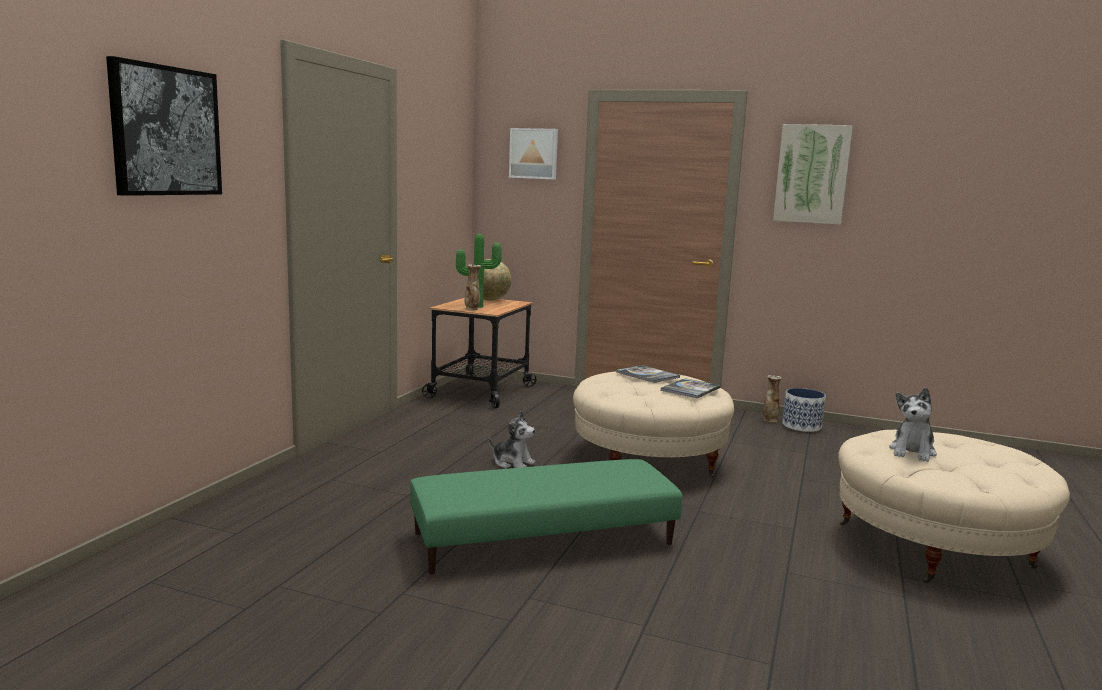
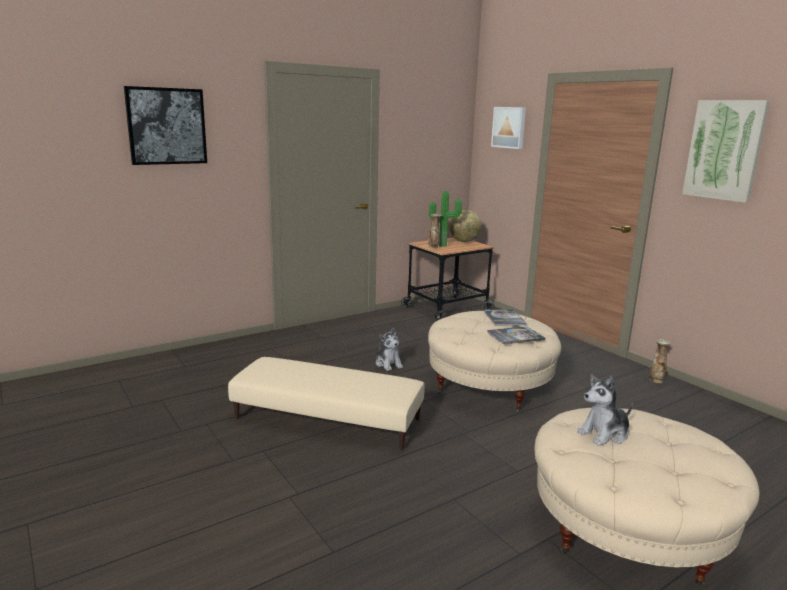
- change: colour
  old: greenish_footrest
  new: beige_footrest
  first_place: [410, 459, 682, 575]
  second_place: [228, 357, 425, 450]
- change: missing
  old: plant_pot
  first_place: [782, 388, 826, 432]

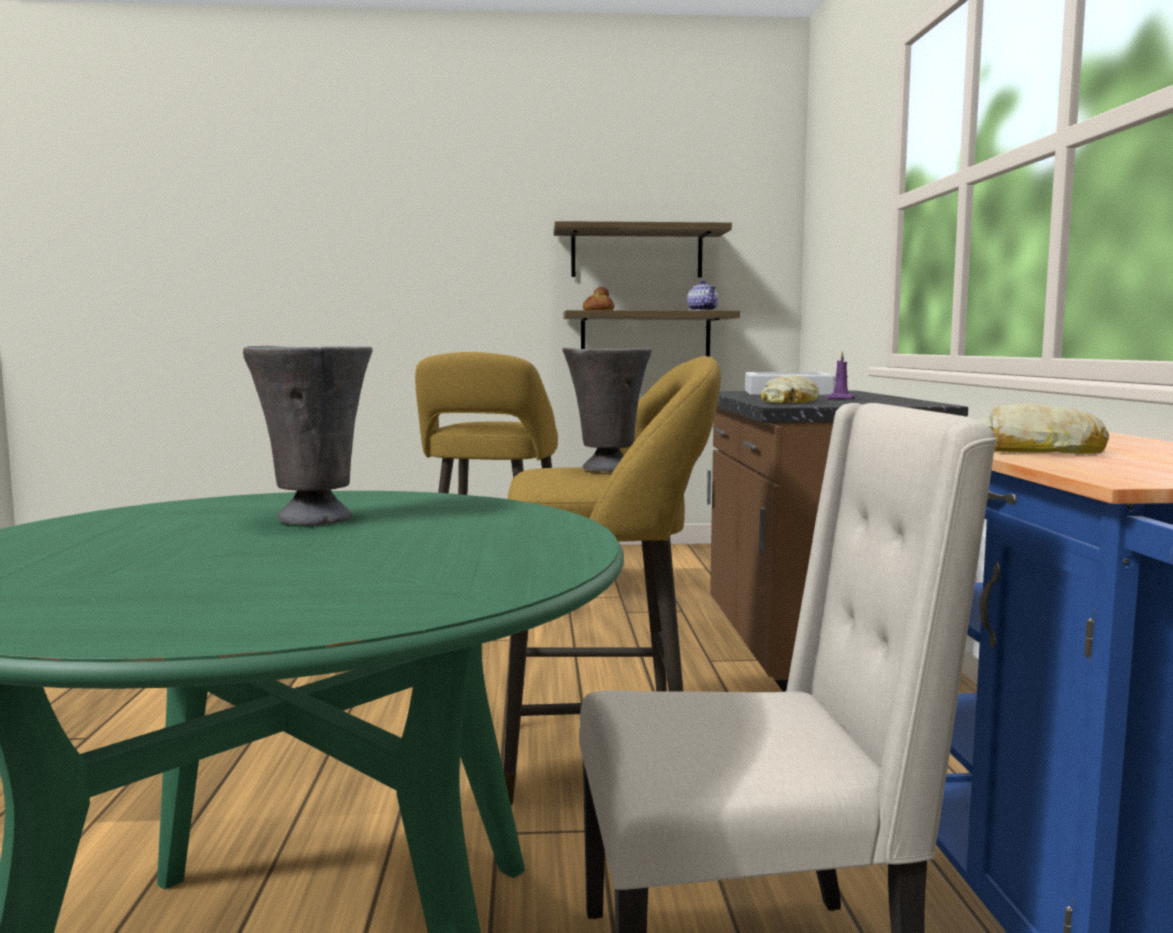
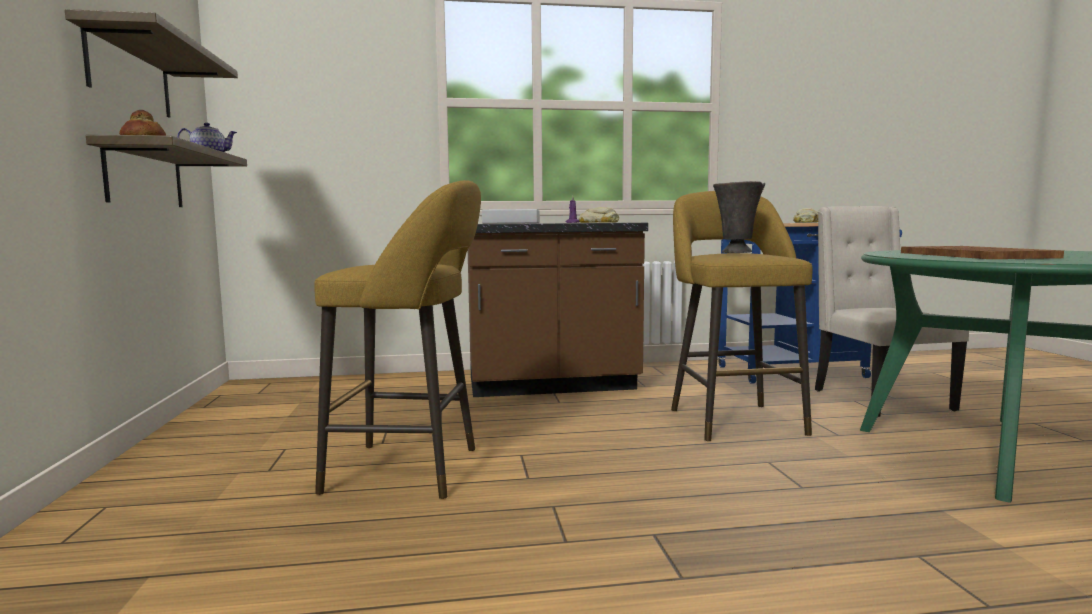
- change: exchanged
  old: gray_decorative_vase
  new: brown-coloured_serving_tray
  first_place: [243, 346, 373, 525]
  second_place: [901, 246, 1064, 259]

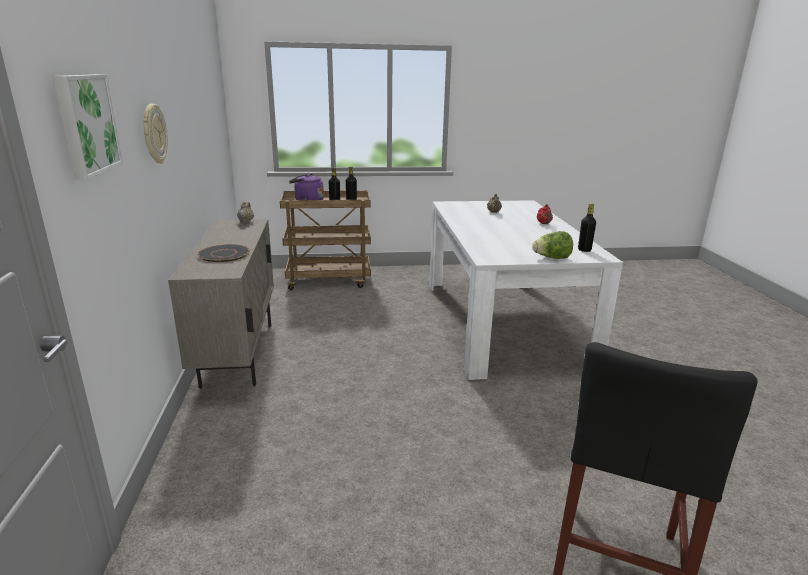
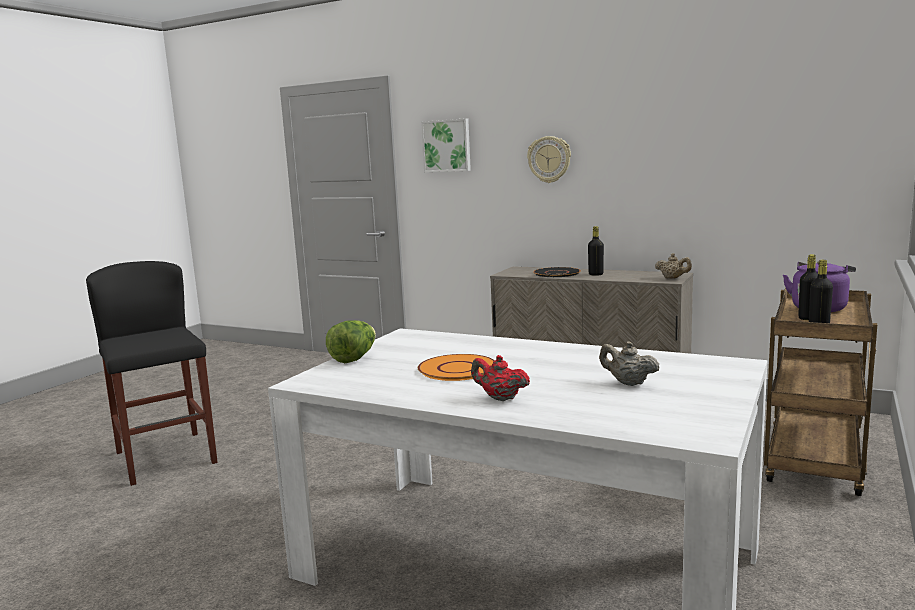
- change: relocated
  old: blackish_beverage_bottle
  first_place: [578, 203, 596, 252]
  second_place: [588, 226, 604, 276]
- change: appeared
  new: orange-coloured_plate
  second_place: [418, 354, 495, 381]

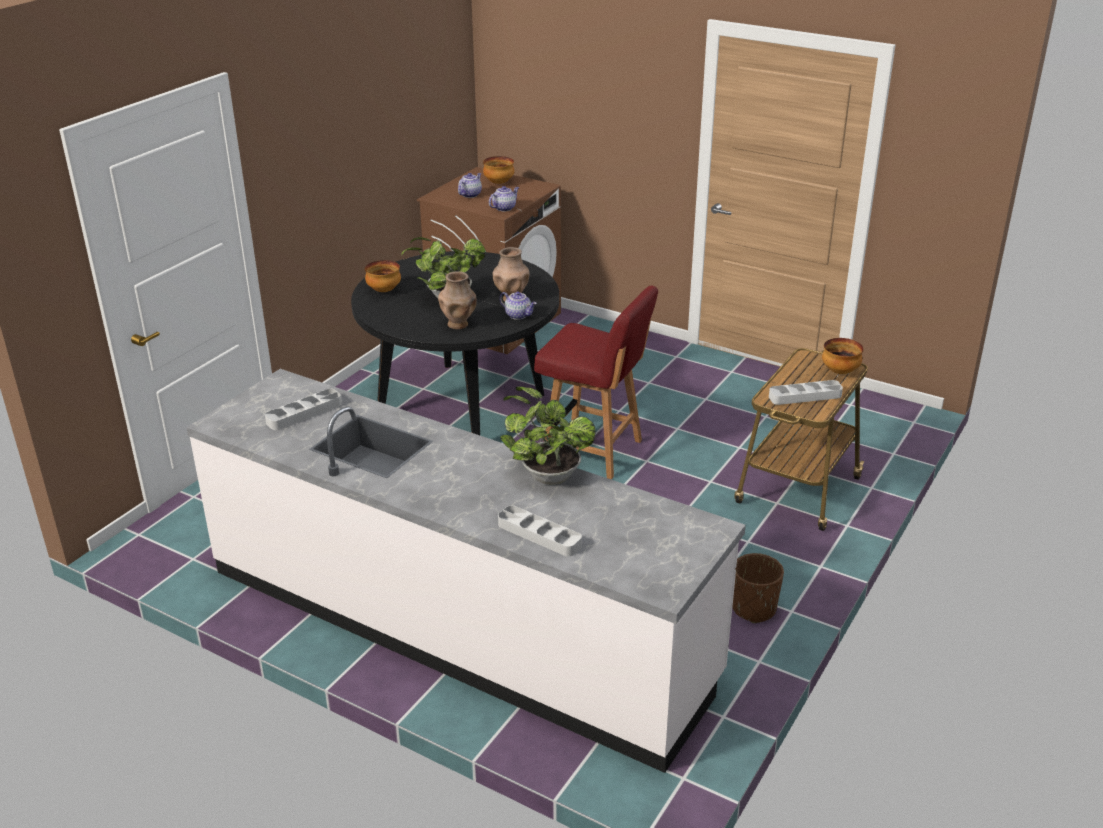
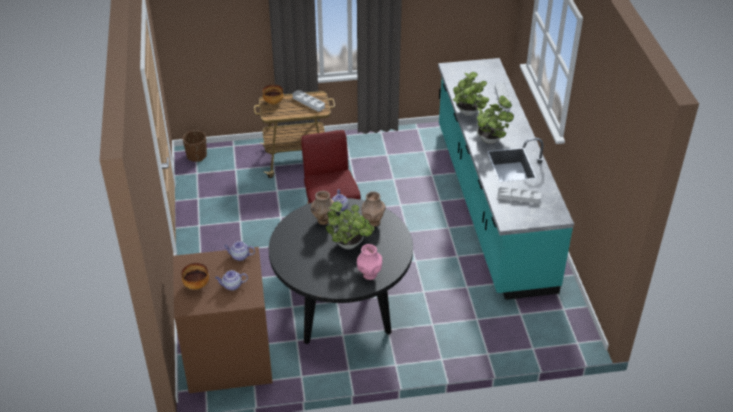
- change: colour
  old: whitish_kitchen_base_unit
  new: turquoise-coloured_kitchen_base_unit
  first_place: [186, 369, 746, 773]
  second_place: [438, 58, 574, 300]
- change: exchanged
  old: deep_dish
  new: pink-coloured_decorative_vase
  first_place: [365, 260, 401, 292]
  second_place: [357, 244, 382, 280]
- change: relocated
  old: brown-coloured_plant_pot
  first_place: [732, 553, 784, 623]
  second_place: [183, 130, 207, 162]
- change: appeared
  new: plant_in_a_pot
  second_place: [476, 96, 514, 144]

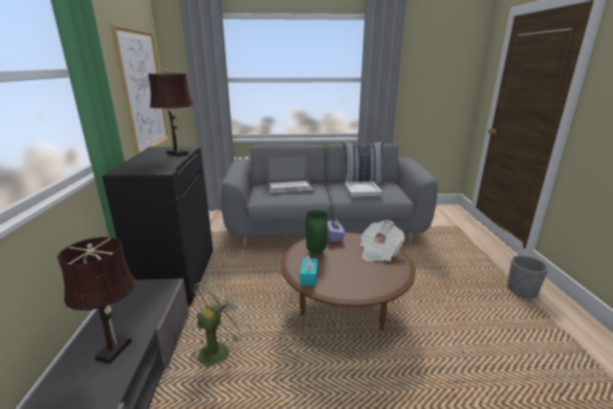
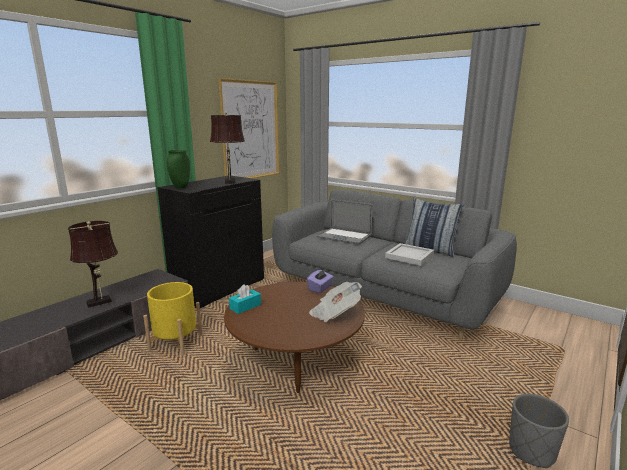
- change: exchanged
  old: greenish_fan
  new: yellow-coloured_plant_pot
  first_place: [190, 277, 250, 366]
  second_place: [143, 282, 202, 356]
- change: relocated
  old: greenish_decorative_vase
  first_place: [306, 210, 328, 254]
  second_place: [167, 150, 190, 188]

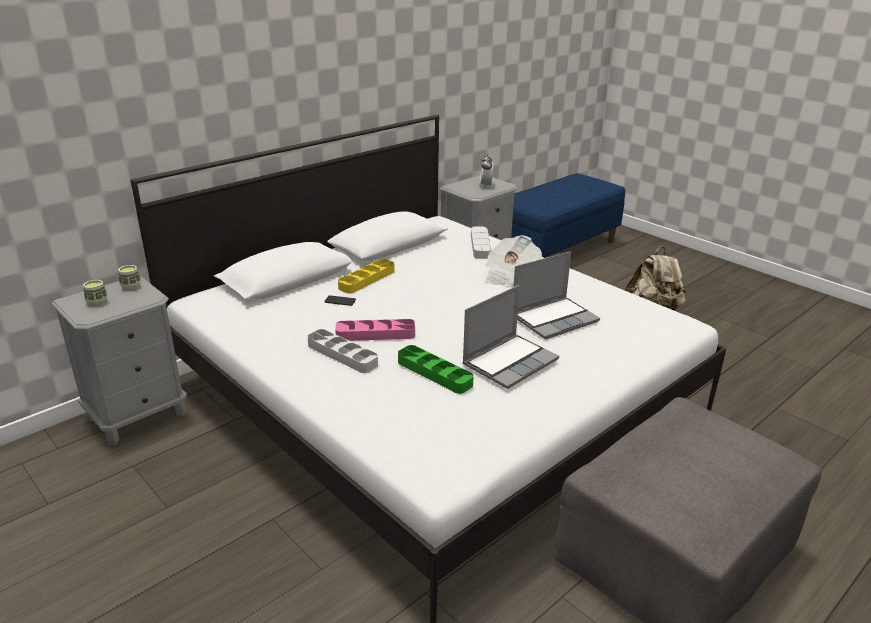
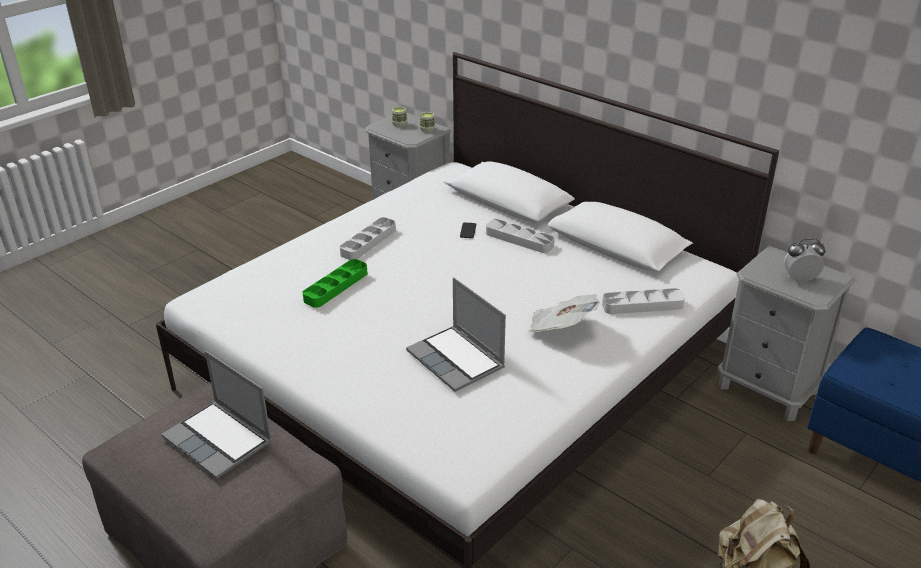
- change: missing
  old: pink-coloured_serving_tray
  first_place: [335, 319, 415, 341]
- change: colour
  old: yellow-coloured_serving_tray
  new: gray_serving_tray
  first_place: [338, 259, 395, 294]
  second_place: [486, 219, 555, 253]
- change: relocated
  old: laptop
  first_place: [462, 285, 559, 389]
  second_place: [161, 351, 272, 479]

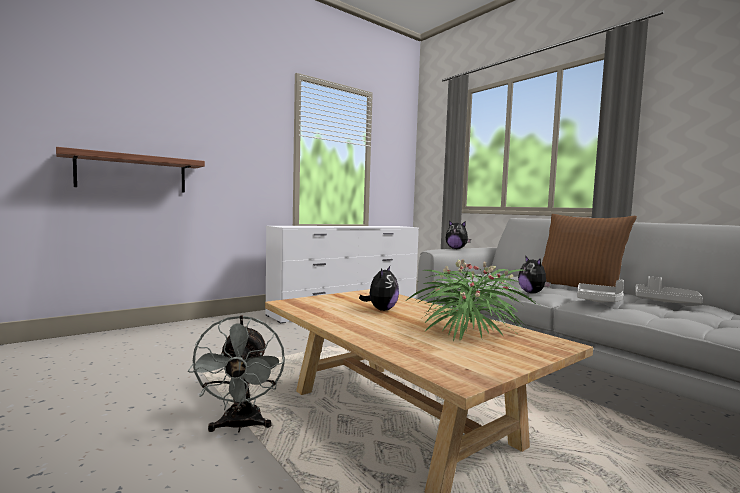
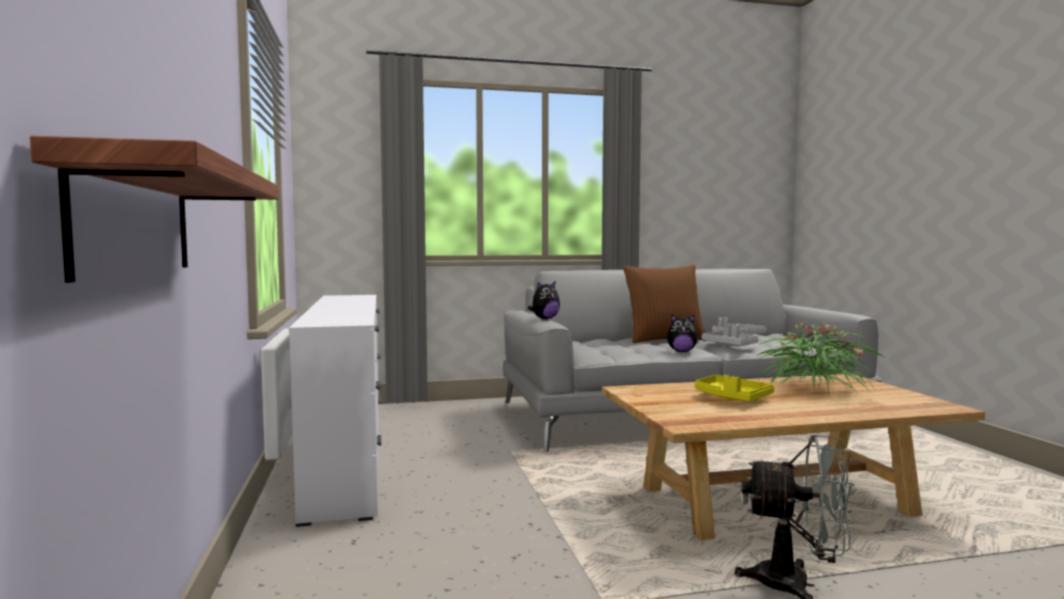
- change: exchanged
  old: plush_toy
  new: yellow-coloured_serving_tray
  first_place: [359, 266, 399, 311]
  second_place: [695, 375, 774, 401]

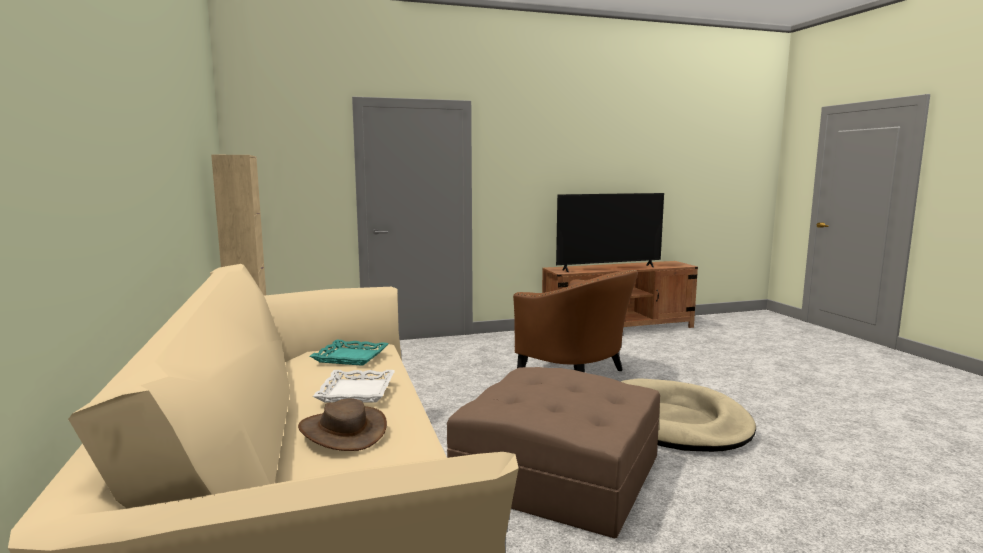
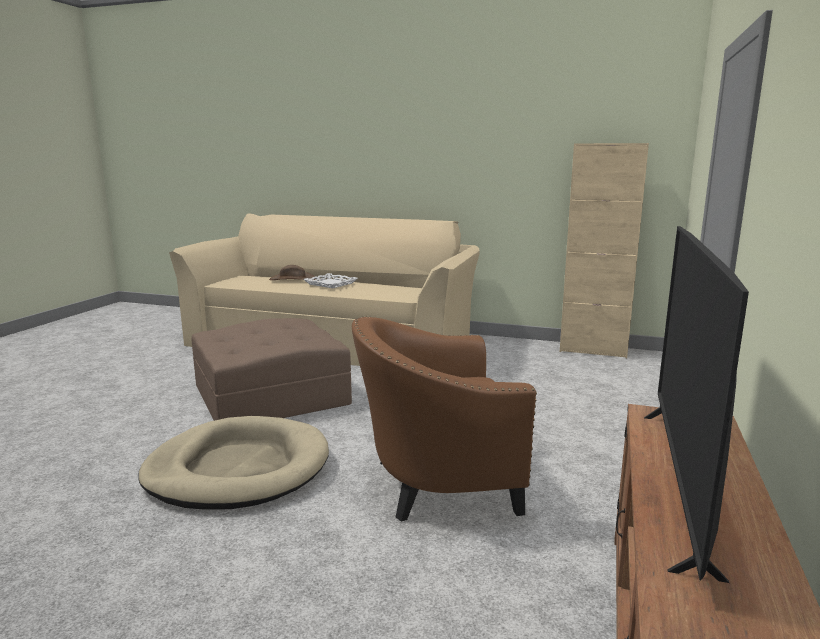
- change: missing
  old: turquoise-coloured_serving_tray
  first_place: [310, 339, 389, 366]

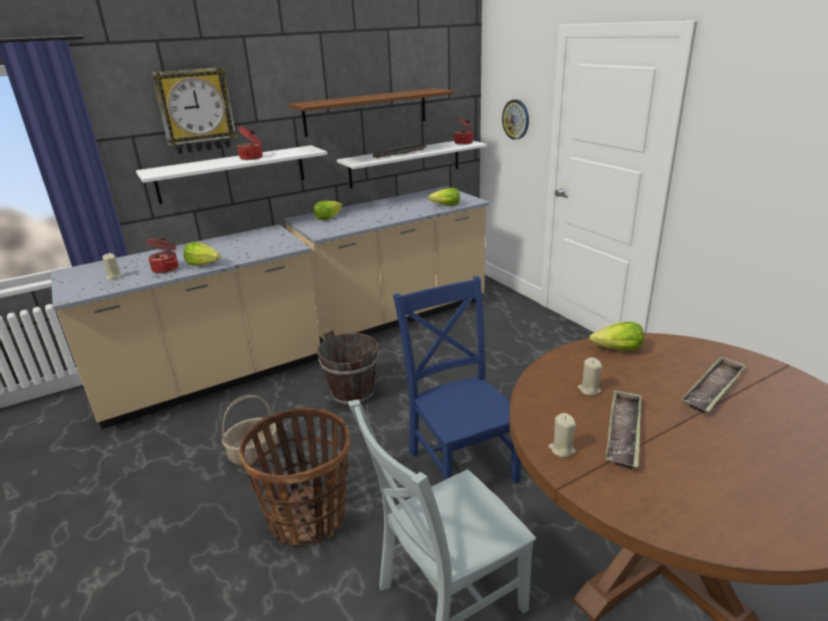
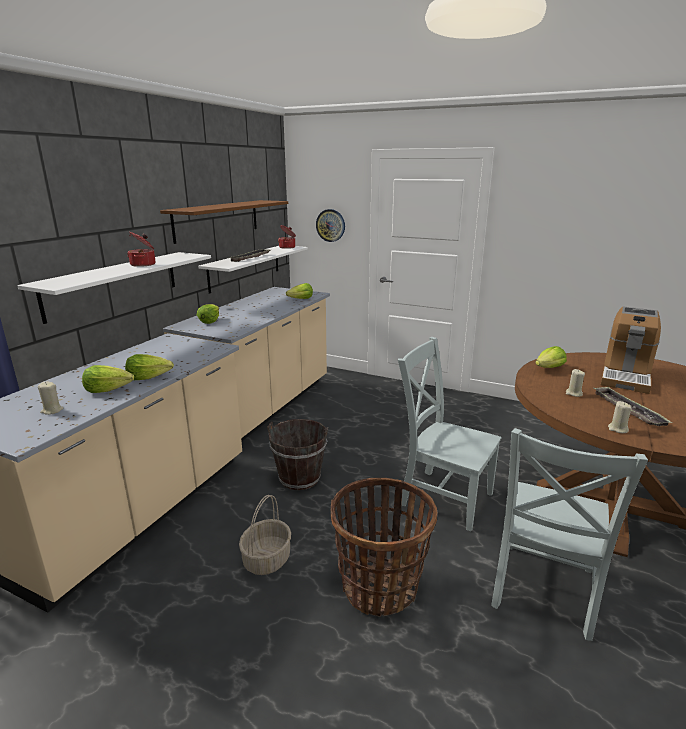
- change: exchanged
  old: saucepot
  new: head_of_lettuce
  first_place: [146, 238, 178, 273]
  second_place: [82, 365, 134, 393]
- change: missing
  old: wall_clock
  first_place: [152, 67, 237, 154]
- change: colour
  old: blue_chair
  new: gray_chair
  first_place: [393, 276, 521, 483]
  second_place: [398, 337, 501, 531]
- change: exchanged
  old: serving_tray
  new: coffee_maker
  first_place: [681, 355, 746, 413]
  second_place: [601, 306, 661, 394]

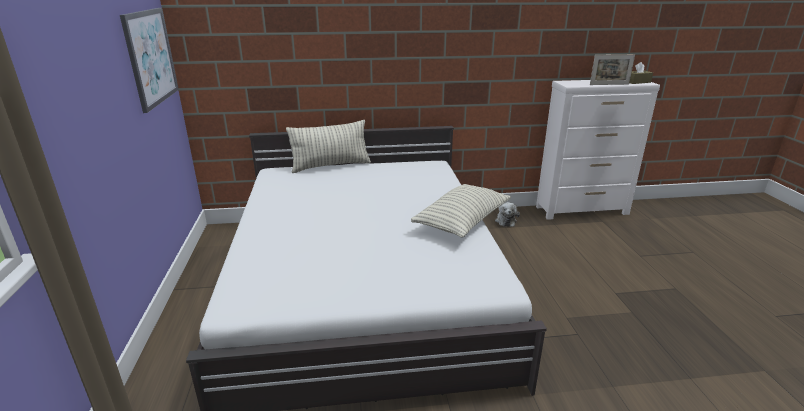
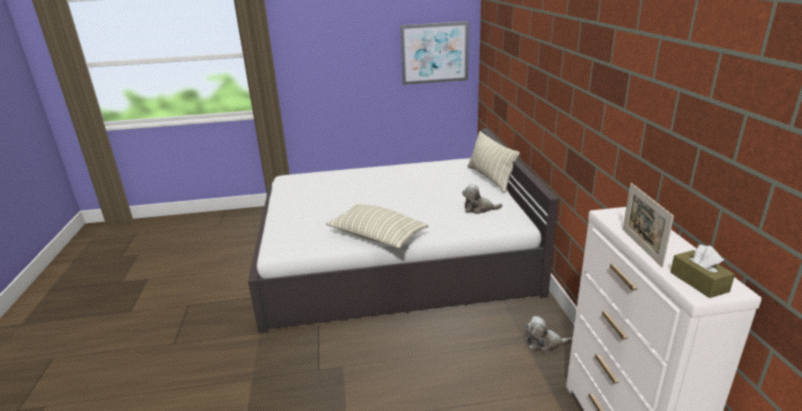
- change: appeared
  new: plush_toy
  second_place: [462, 184, 503, 214]

